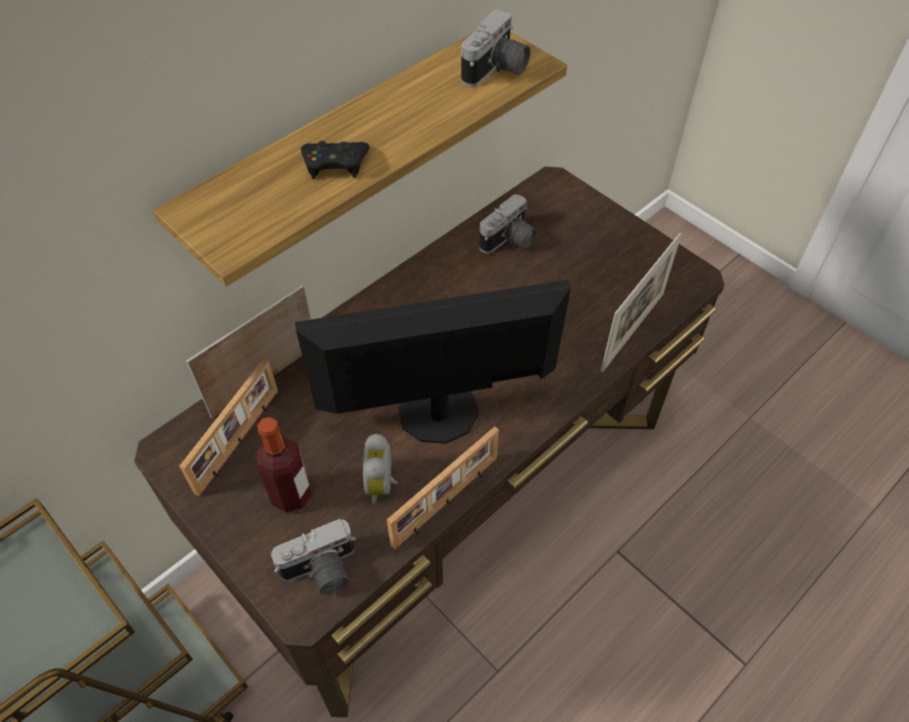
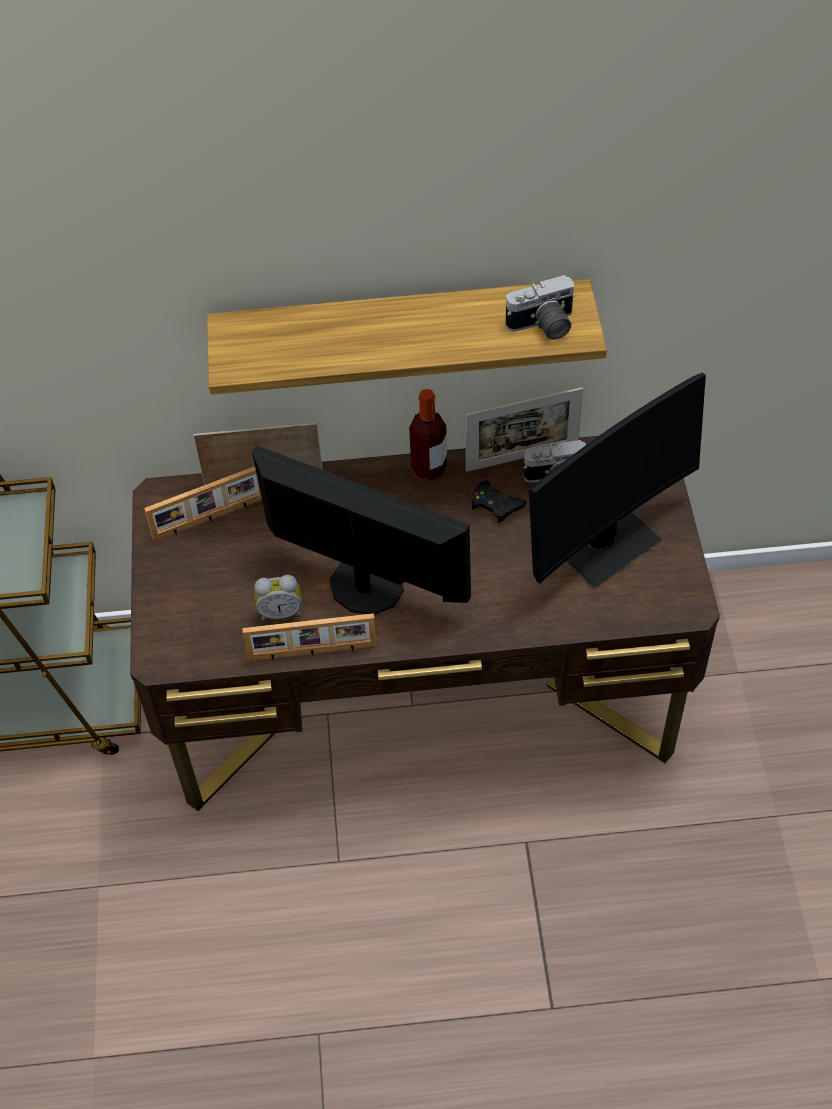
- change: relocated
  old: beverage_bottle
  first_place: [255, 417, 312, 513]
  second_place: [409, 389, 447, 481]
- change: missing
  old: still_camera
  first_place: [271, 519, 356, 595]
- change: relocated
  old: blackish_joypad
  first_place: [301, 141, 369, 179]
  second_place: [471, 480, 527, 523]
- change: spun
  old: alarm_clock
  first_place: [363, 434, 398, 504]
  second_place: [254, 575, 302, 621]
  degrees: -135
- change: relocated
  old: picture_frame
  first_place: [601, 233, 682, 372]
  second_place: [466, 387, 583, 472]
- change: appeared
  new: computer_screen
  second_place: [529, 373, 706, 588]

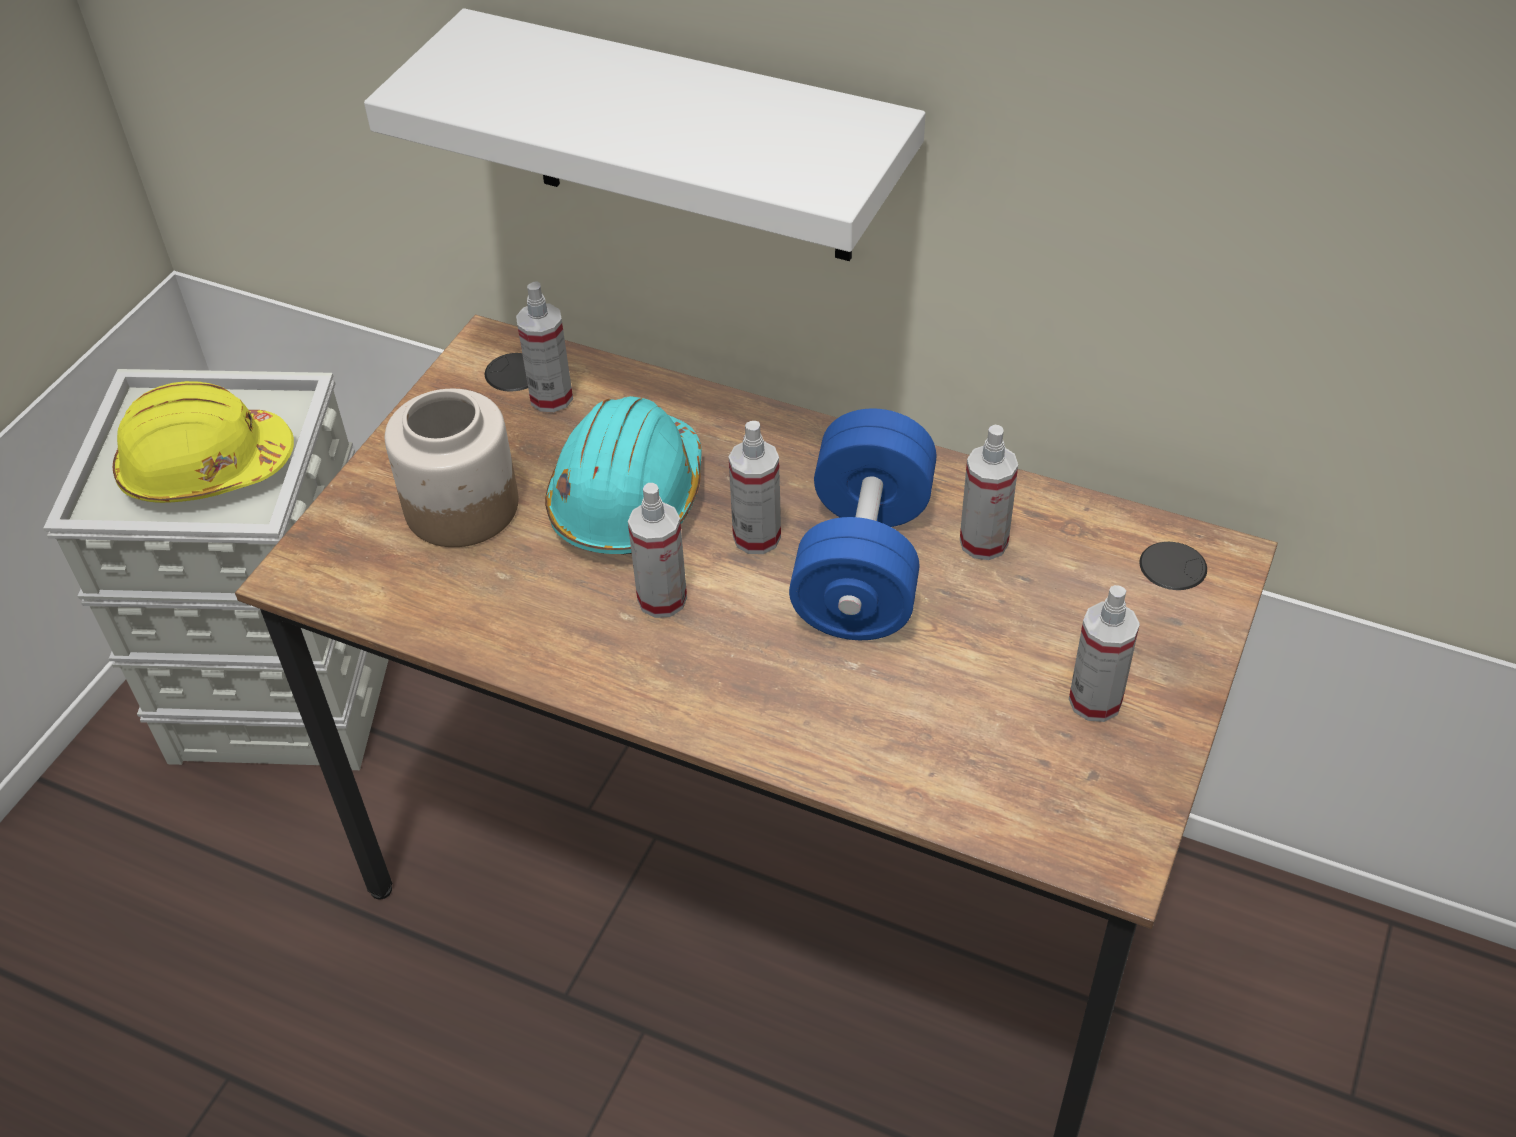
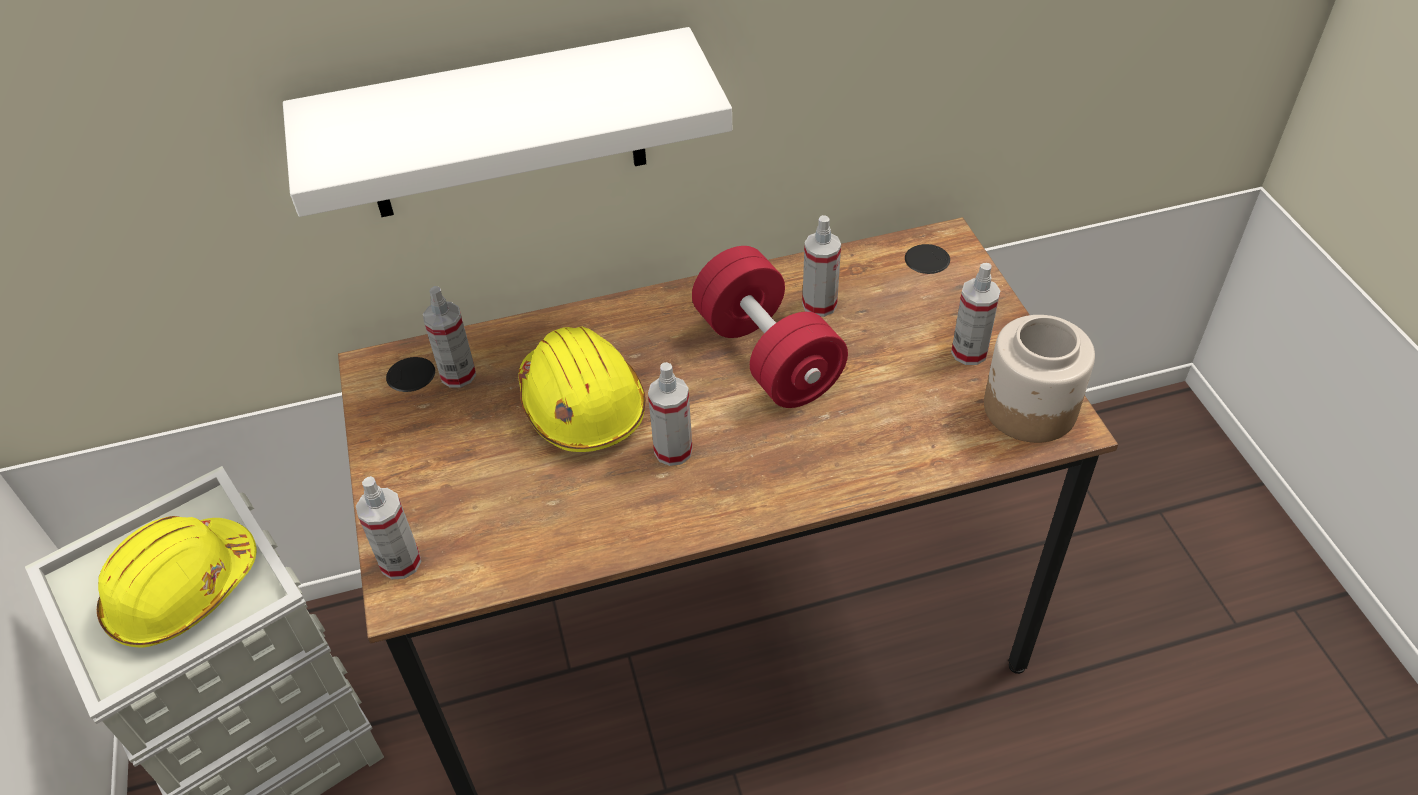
- change: relocated
  old: preserve_jar
  first_place: [385, 389, 518, 547]
  second_place: [984, 315, 1095, 443]
- change: colour
  old: turquoise-coloured_safety_helmet
  new: yellow-coloured_safety_helmet
  first_place: [545, 396, 702, 554]
  second_place: [518, 326, 646, 452]
- change: relocated
  old: hand_sprayer
  first_place: [729, 421, 781, 554]
  second_place: [356, 476, 421, 579]
- change: colour
  old: blue_free_weight
  new: red-coloured_free_weight
  first_place: [789, 408, 936, 640]
  second_place: [692, 246, 848, 408]

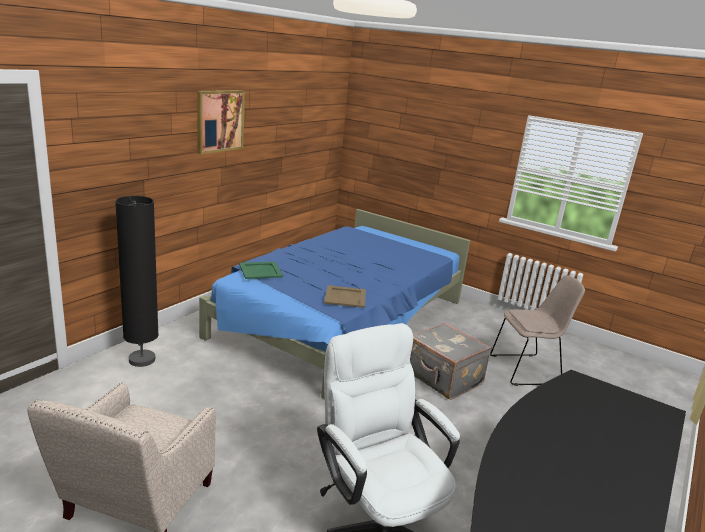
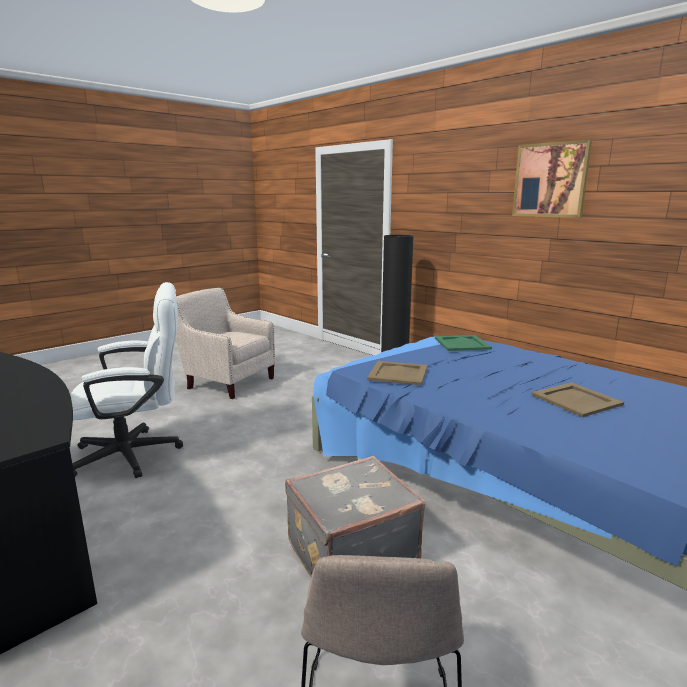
- change: appeared
  new: beige_serving_tray
  second_place: [531, 382, 624, 417]

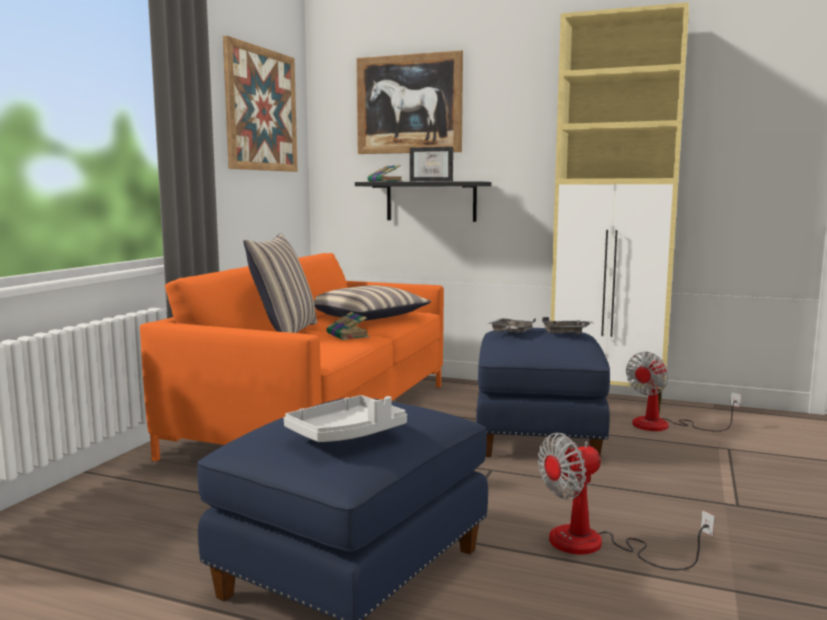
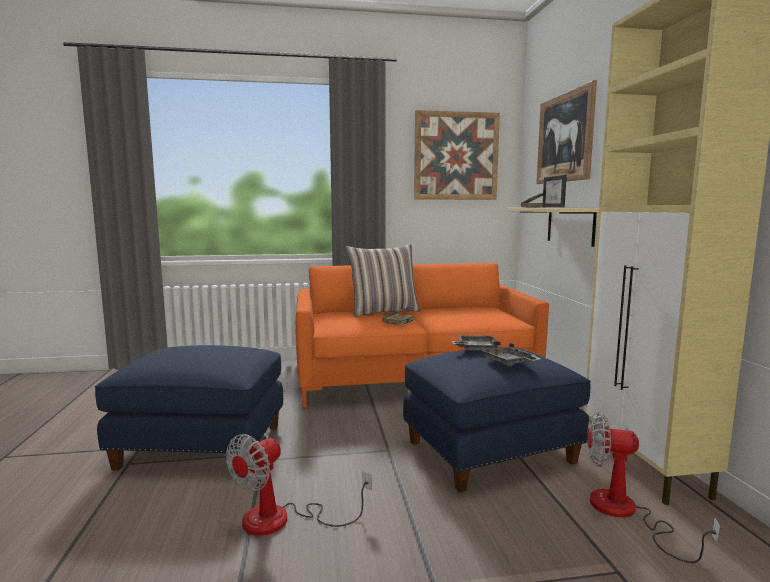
- change: missing
  old: gray_serving_tray
  first_place: [284, 395, 407, 442]
- change: missing
  old: pillow
  first_place: [314, 285, 431, 321]
- change: colour
  old: blackish_shelf
  new: beige_shelf
  first_place: [355, 181, 491, 222]
  second_place: [507, 208, 599, 247]
- change: spun
  old: fan
  first_place: [538, 433, 715, 571]
  second_place: [226, 434, 372, 536]
  degrees: -90

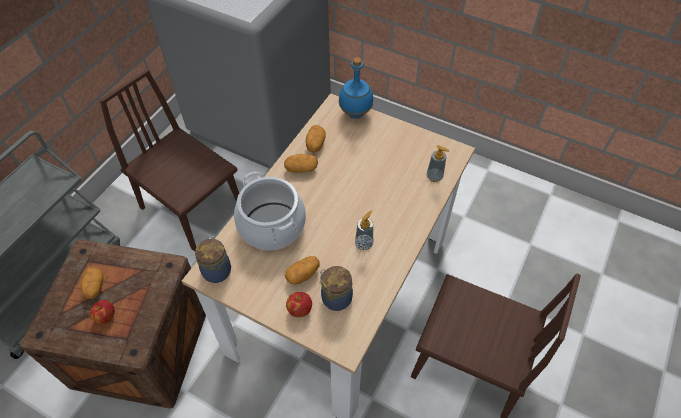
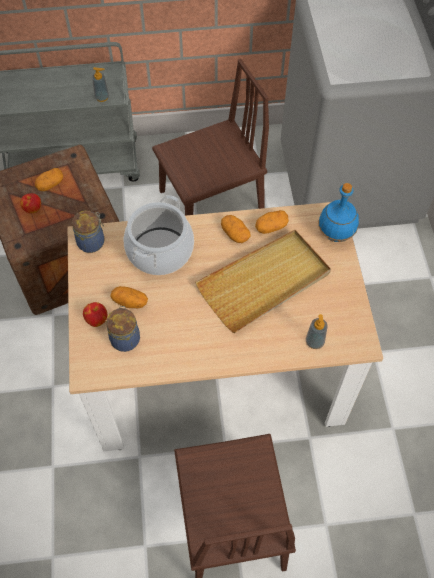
- change: spun
  old: brown-coloured_chair
  first_place: [99, 69, 239, 251]
  second_place: [152, 59, 269, 216]
  degrees: 60
- change: relocated
  old: liquid_soap_bottle
  first_place: [355, 210, 373, 250]
  second_place: [92, 67, 109, 102]
- change: appeared
  new: beige_serving_tray
  second_place: [195, 230, 331, 333]

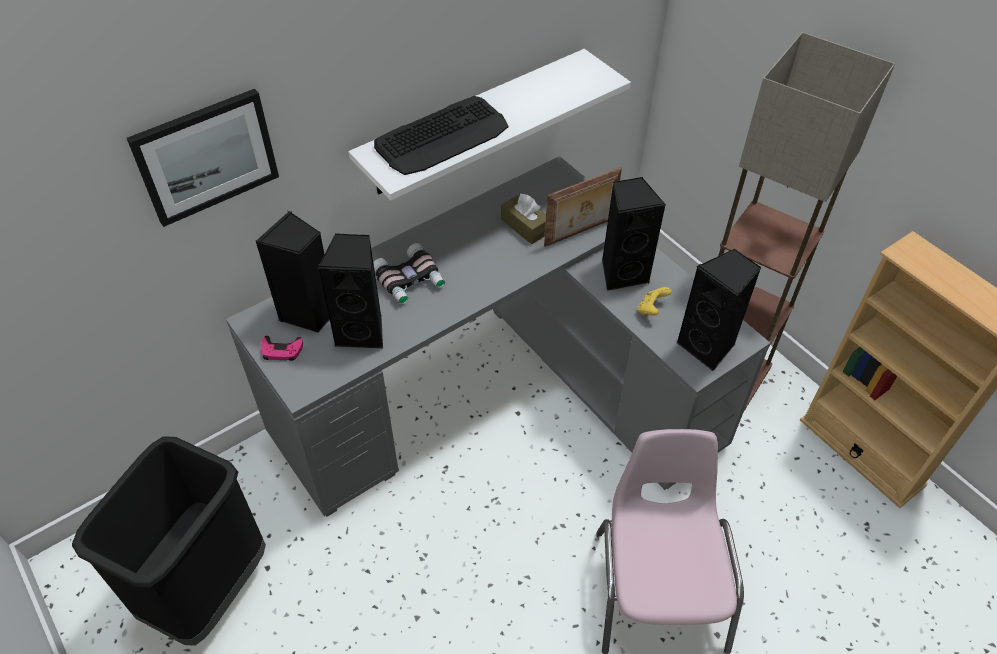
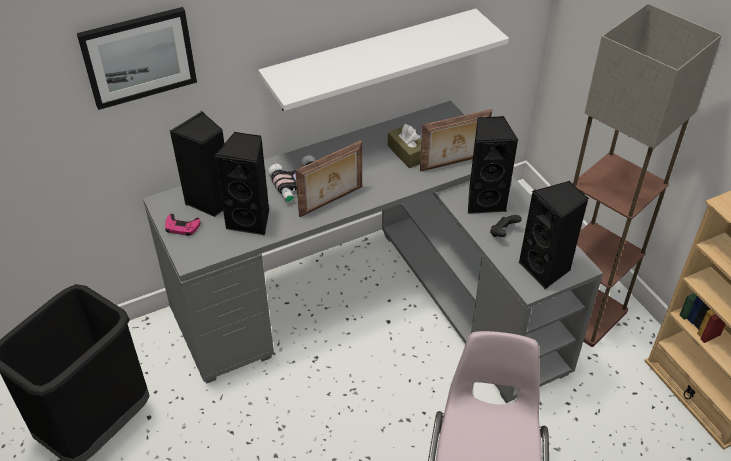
- change: missing
  old: computer_keyboard
  first_place: [374, 96, 509, 175]
- change: colour
  old: yellow-coloured_joypad
  new: blackish_joypad
  first_place: [638, 287, 672, 316]
  second_place: [490, 215, 522, 237]
- change: appeared
  new: picture_frame
  second_place: [295, 140, 362, 217]

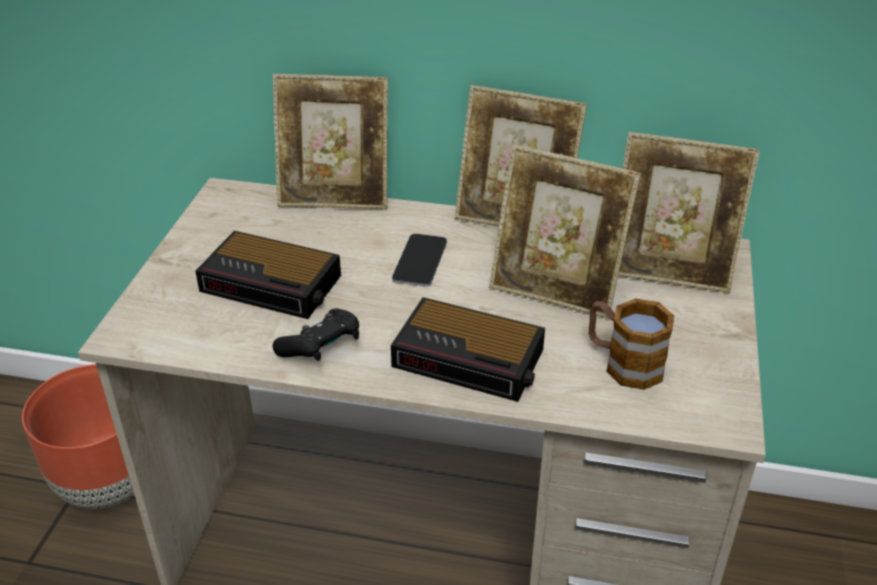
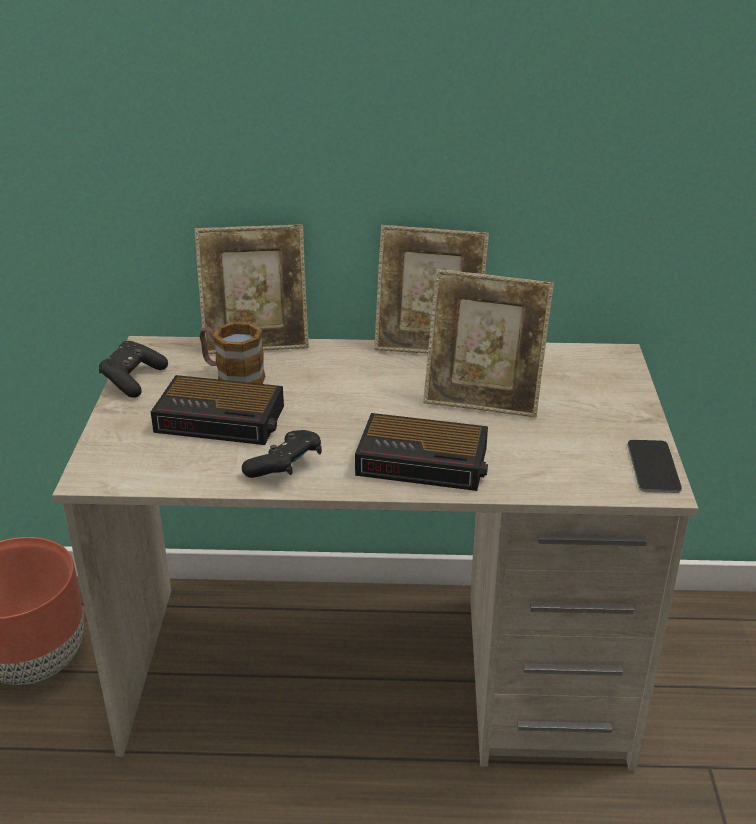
- change: relocated
  old: phone
  first_place: [392, 234, 447, 287]
  second_place: [628, 440, 682, 493]
- change: relocated
  old: coffee_mug
  first_place: [589, 298, 674, 390]
  second_place: [200, 322, 265, 384]
- change: missing
  old: picture_frame
  first_place: [618, 132, 760, 293]
- change: appeared
  new: blackish_joypad
  second_place: [99, 341, 168, 398]

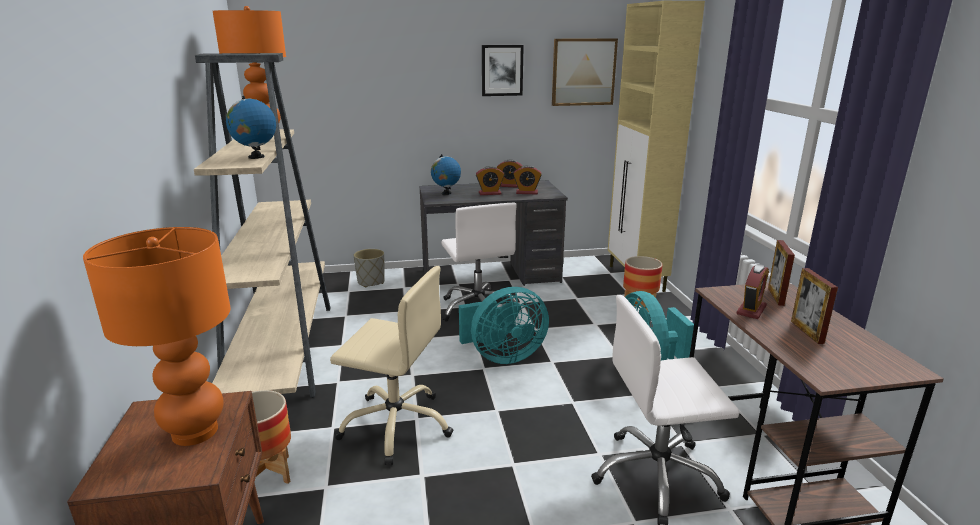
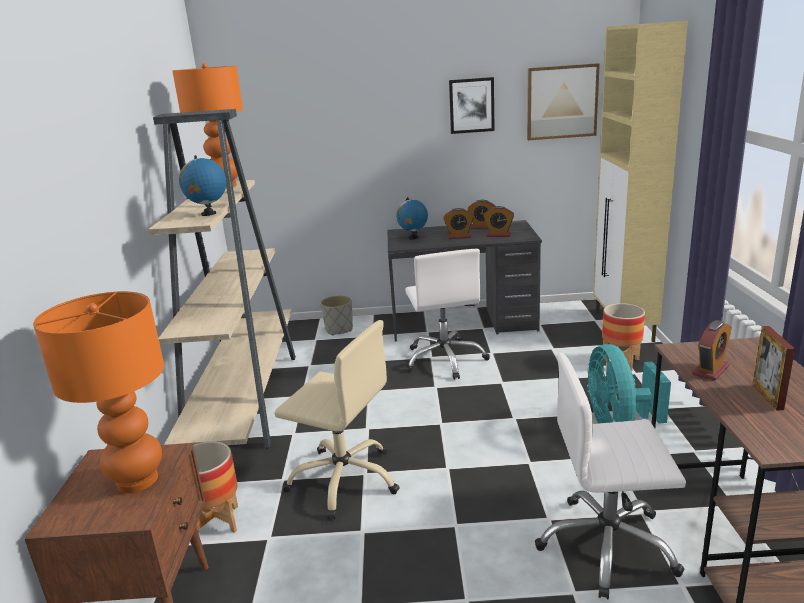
- change: missing
  old: turquoise-coloured_fan
  first_place: [459, 287, 549, 364]
- change: missing
  old: picture_frame
  first_place: [768, 240, 795, 306]

